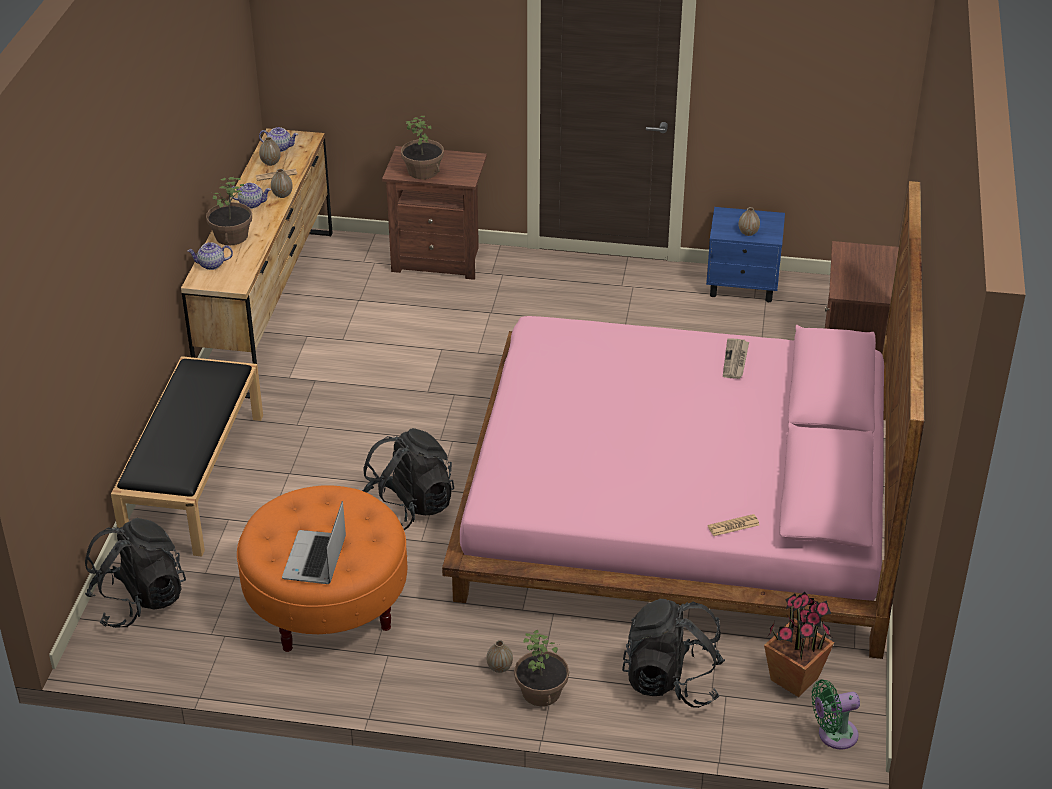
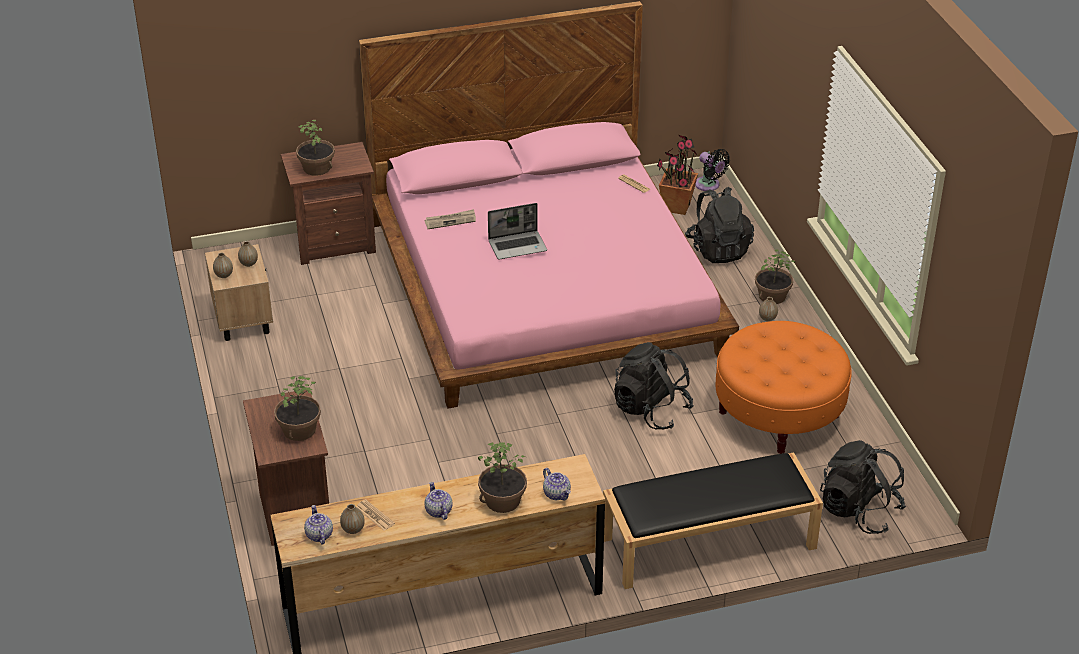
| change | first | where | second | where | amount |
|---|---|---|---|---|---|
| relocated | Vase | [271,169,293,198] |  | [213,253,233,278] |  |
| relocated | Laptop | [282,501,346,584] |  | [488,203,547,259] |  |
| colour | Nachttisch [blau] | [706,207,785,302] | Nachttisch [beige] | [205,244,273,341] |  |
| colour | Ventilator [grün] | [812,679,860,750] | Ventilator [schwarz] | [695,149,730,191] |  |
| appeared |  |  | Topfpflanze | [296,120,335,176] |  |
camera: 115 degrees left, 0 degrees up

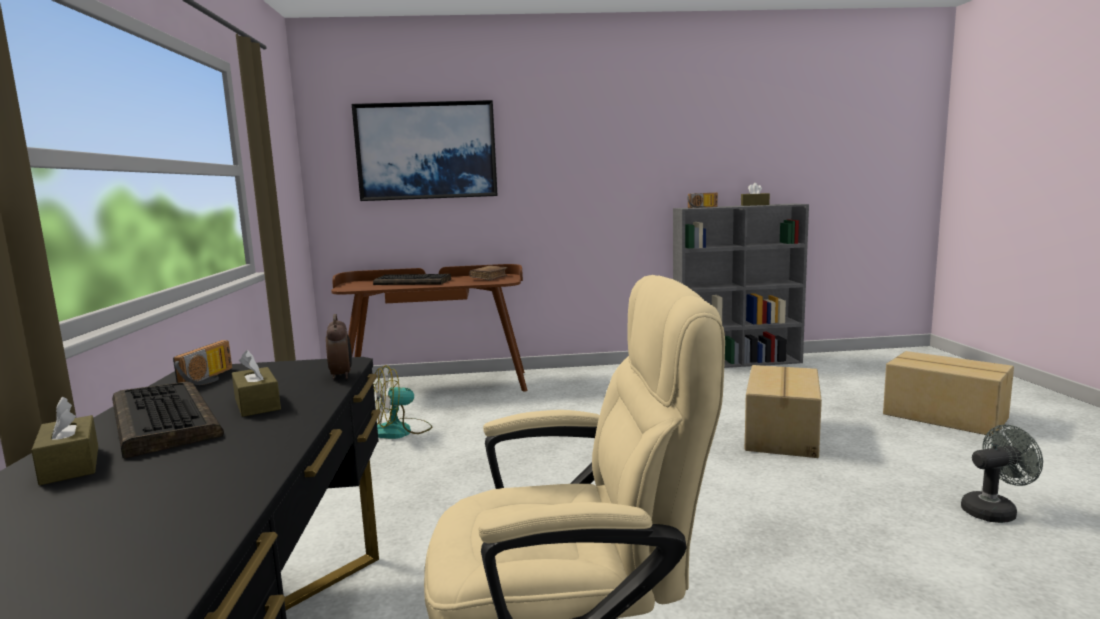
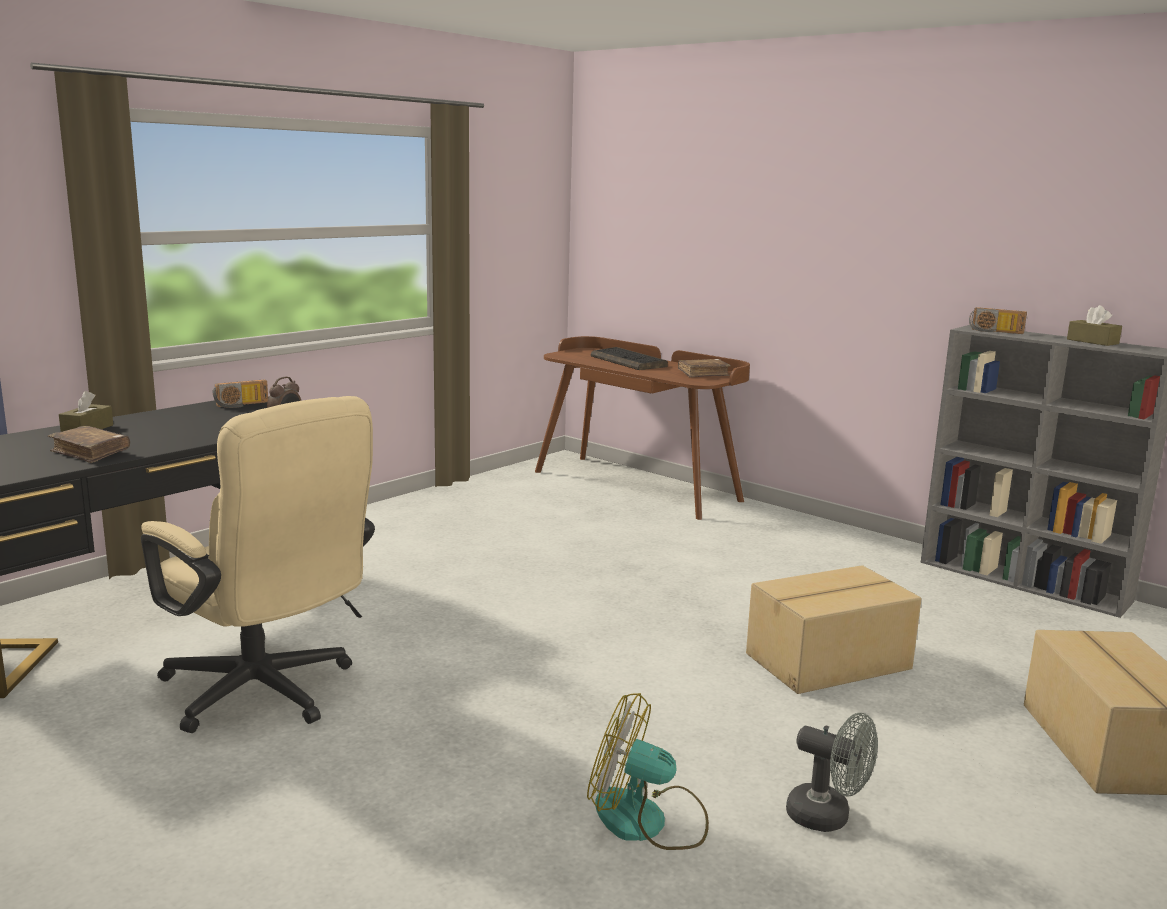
| change | first | where | second | where | amount |
|---|---|---|---|---|---|
| missing | Tastatur | [112,382,224,458] |  |  |  |
| missing | Taschentuchbox [braun] | [232,350,281,417] |  |  |  |
| missing | Bild | [352,100,498,201] |  |  |  |
| relocated | Ventilator | [373,365,432,439] |  | [587,693,709,850] |  |
| appeared |  |  | Buch [braun] | [48,426,130,463] |  |
camera: 45 degrees right, 5 degrees up

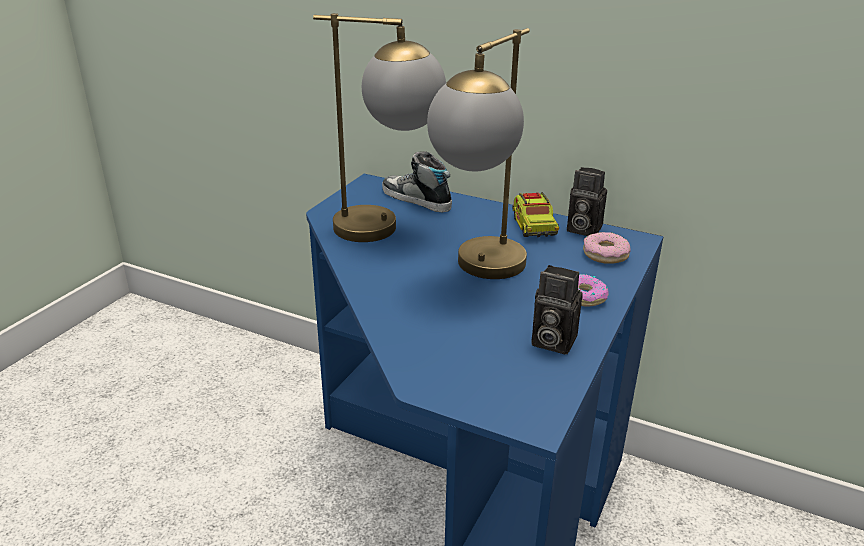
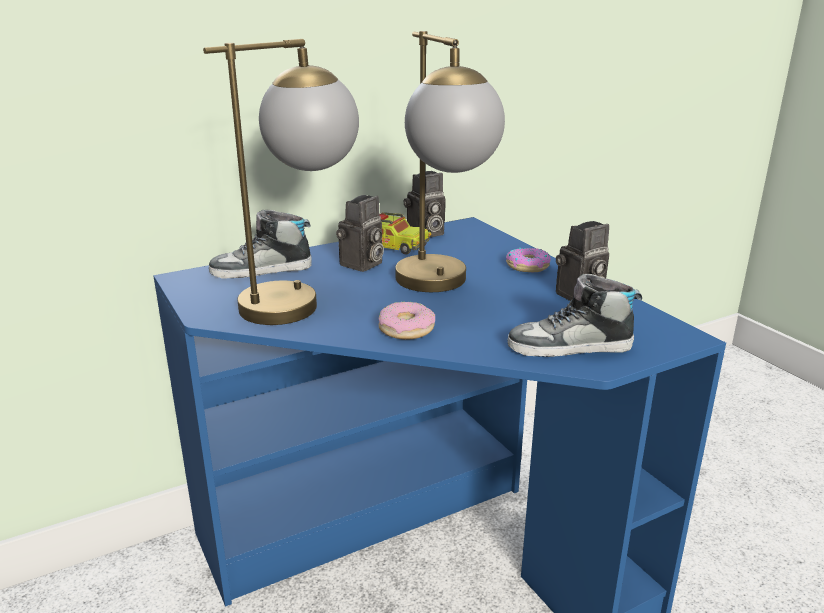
| change | first | where | second | where | amount |
|---|---|---|---|---|---|
| relocated | Donut | [583,232,630,264] |  | [379,302,435,339] |  |
| appeared |  |  | Kamera | [336,195,384,272] |  |
| appeared |  |  | Schuh | [507,274,642,357] |  |
camera: 55 degrees left, 5 degrees down

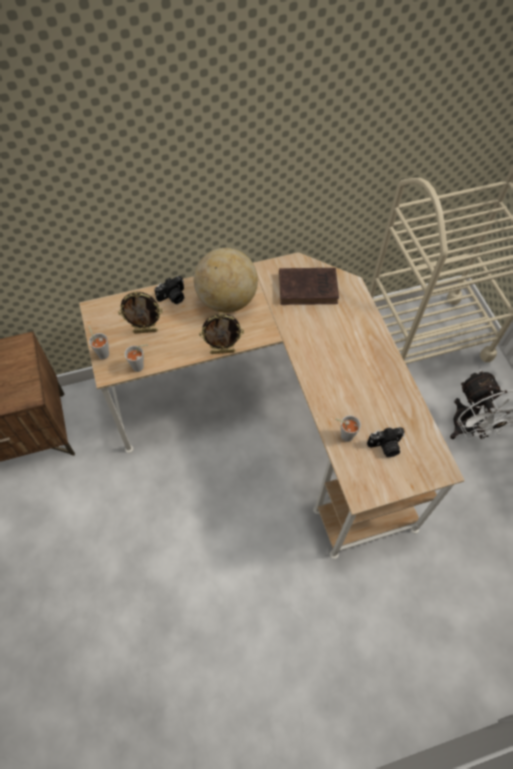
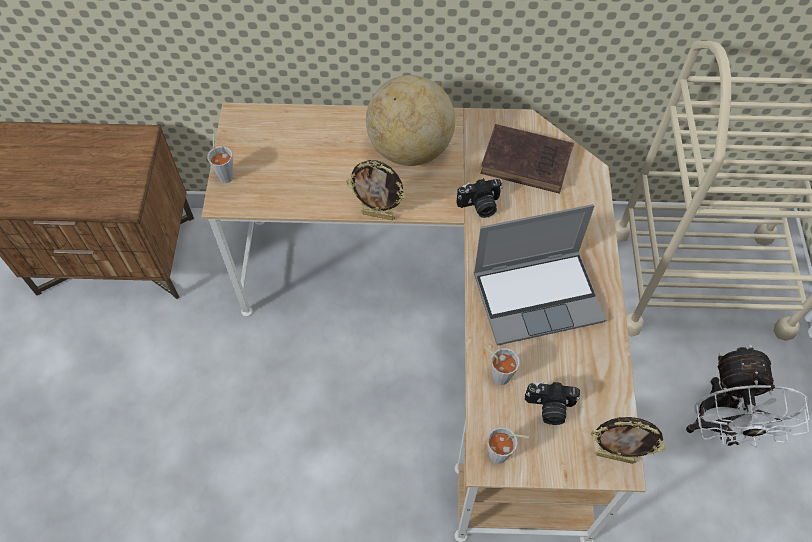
| change | first | where | second | where | amount |
|---|---|---|---|---|---|
| relocated | Bilderrahmen | [118,292,163,333] |  | [591,417,666,464] |  |
| relocated | Tasse [grau] | [124,344,148,372] |  | [487,427,529,464] |  |
| relocated | Kamera | [154,276,184,304] |  | [456,178,502,218] |  |
| appeared |  |  | Laptop | [473,204,606,346] |  |
camera: 20 degrees right, 0 degrees up

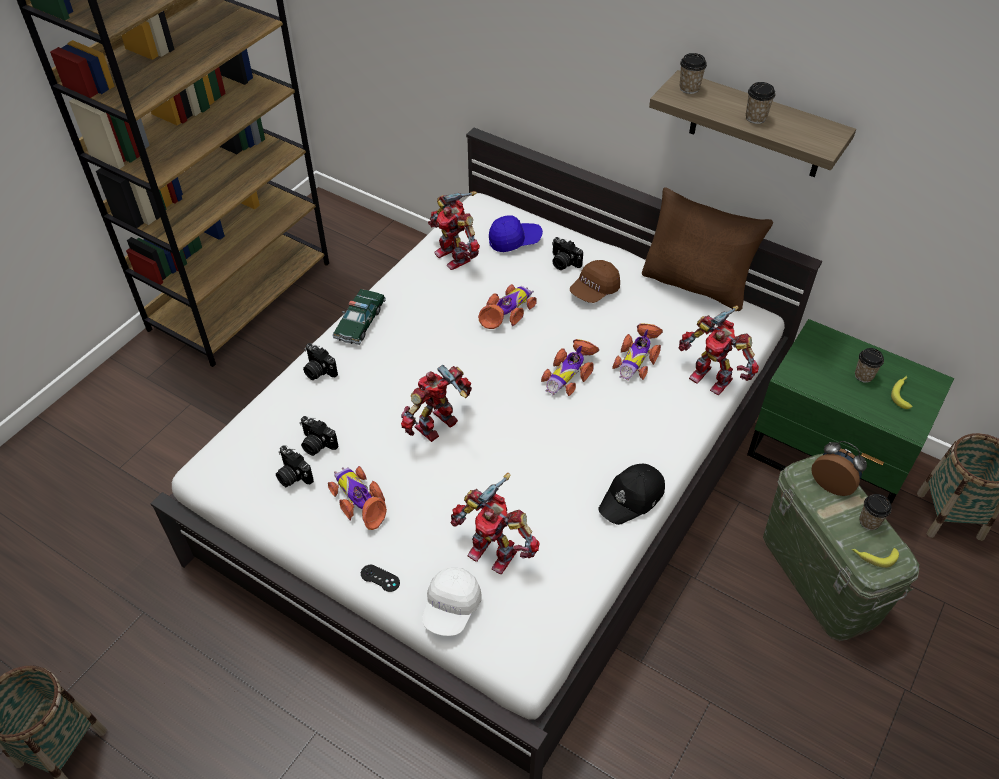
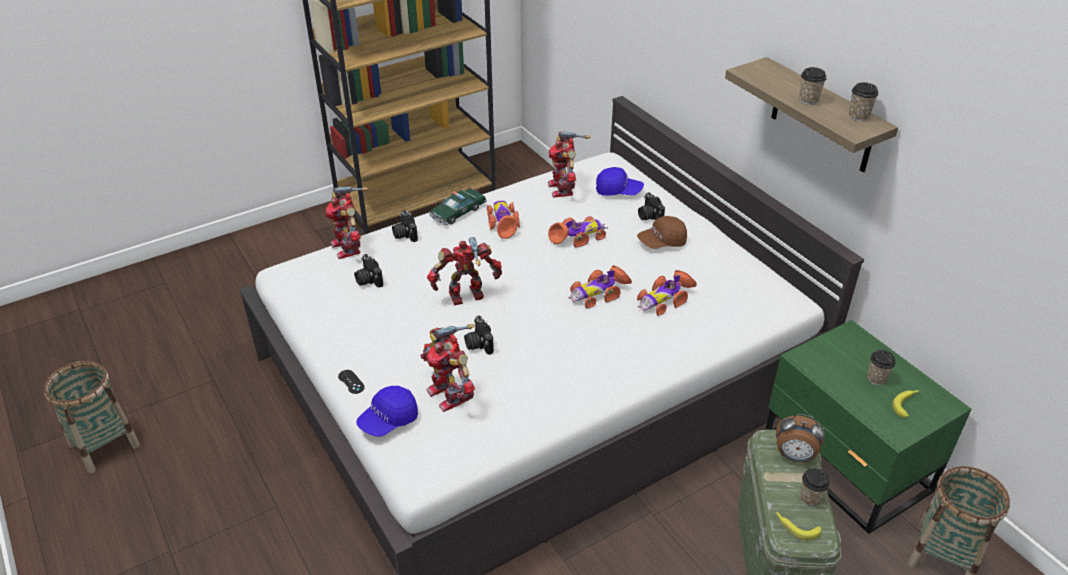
| change | first | where | second | where | amount |
|---|---|---|---|---|---|
| relocated | Kamera | [276,445,314,487] |  | [464,316,494,355] |  |
| relocated | Spielzeugauto | [328,466,387,530] |  | [487,200,520,239] |  |
| colour | Kappe [weiß] | [422,568,482,636] | Kappe [blau] | [356,386,418,437] |  |
| missing | Kappe [schwarz] | [598,464,665,525] |  |  |  |
| missing | Kissen [braun] | [642,187,773,311] |  |  |  |
| relocated | Spielzeugroboter | [679,305,759,395] |  | [325,187,369,259] |  |
| relocated | Tasse | [680,53,707,94] |  | [849,82,878,121] |  |
| spun | Wecker | [811,441,867,496] |  | [776,414,825,462] | 135 degrees clockwise |
camera: 25 degrees right, 10 degrees down

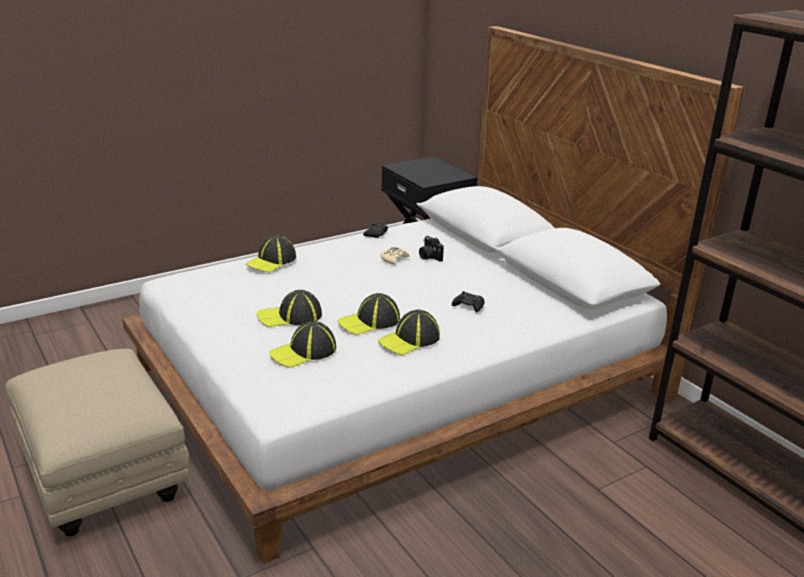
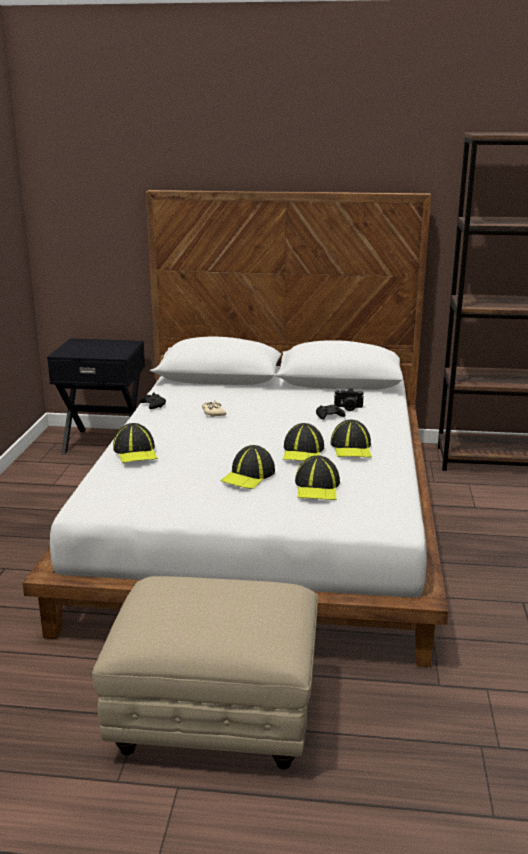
| change | first | where | second | where | amount |
|---|---|---|---|---|---|
| relocated | Kamera | [419,236,444,261] |  | [334,388,364,411] |  |
camera: 50 degrees left, 5 degrees down

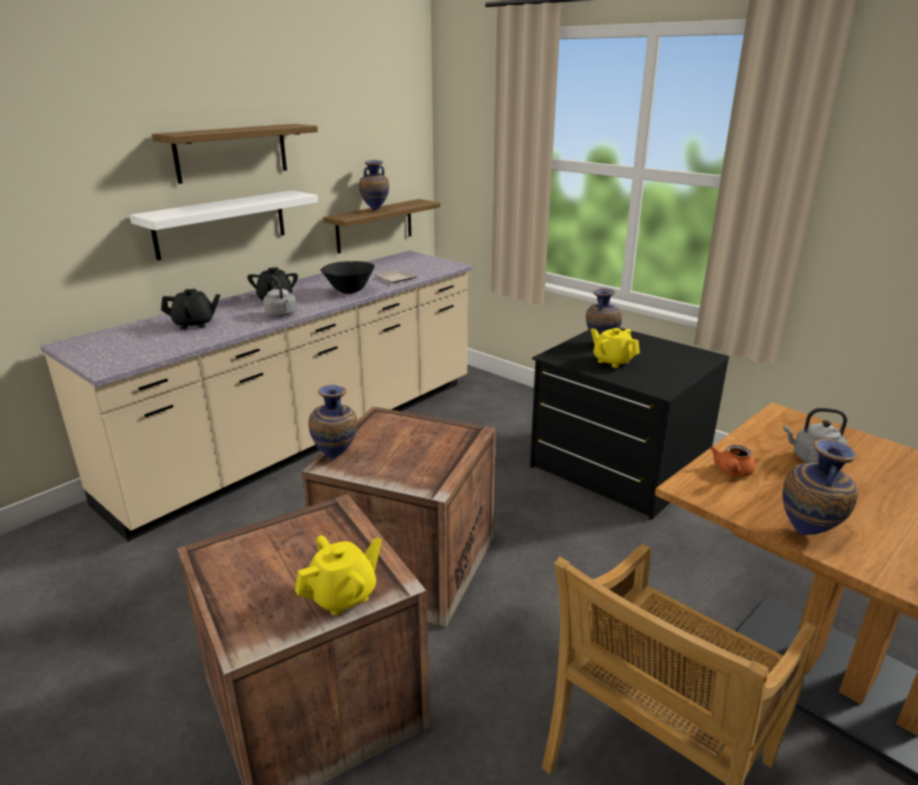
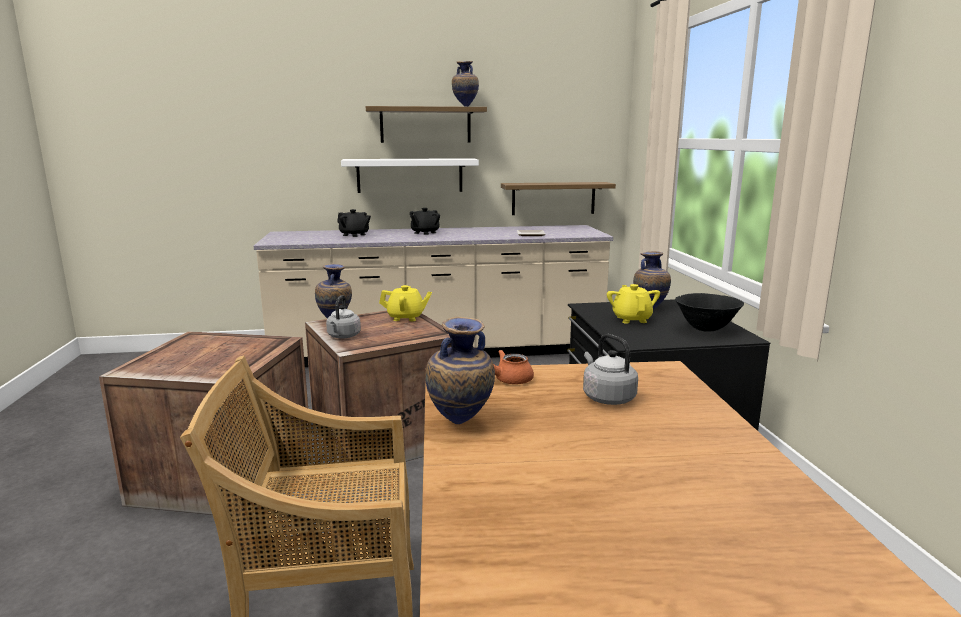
| change | first | where | second | where | amount |
|---|---|---|---|---|---|
| relocated | Wasserkessel [grau] | [263,276,296,317] |  | [326,295,361,339] |  |
| relocated | Teekanne [gelb] | [295,536,382,615] |  | [379,285,432,321] |  |
| relocated | Schüssel [schwarz] | [320,261,375,294] |  | [675,293,744,332] |  |
| relocated | Vase | [359,160,389,210] |  | [452,61,479,107] |  |
camera: 40 degrees right, 10 degrees down

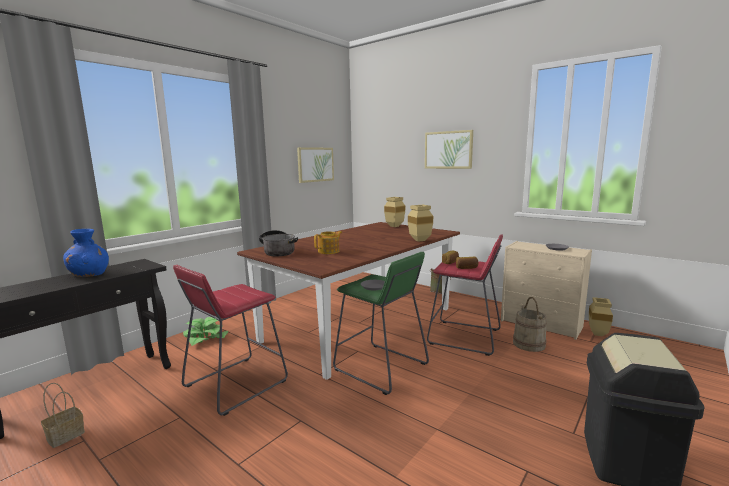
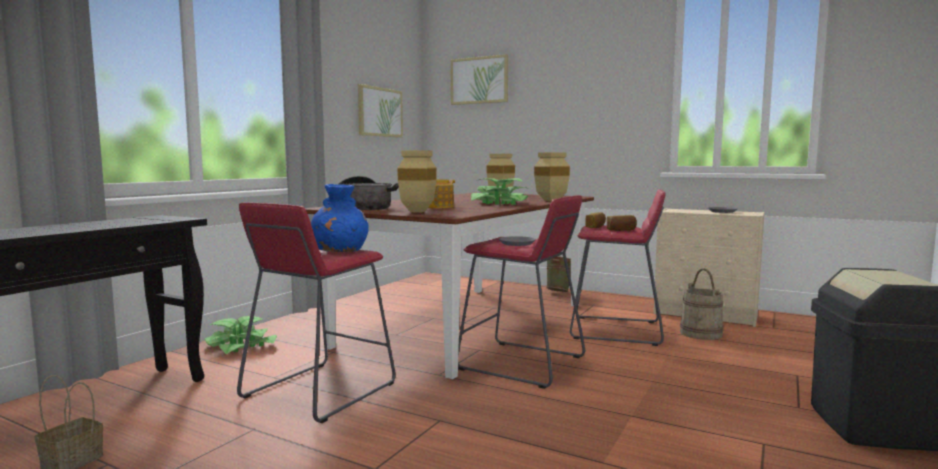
| change | first | where | second | where | amount |
|---|---|---|---|---|---|
| relocated | Vase [blau] | [63,229,109,277] |  | [311,184,369,252] |  |
| colour | Hocker [grün] | [333,252,429,395] | Hocker [rot] | [458,195,585,389] |  |
| relocated | Bild | [425,130,473,169] |  | [451,54,508,105] |  |
| relocated | Vase [beige] | [589,297,613,336] |  | [397,150,437,213] |  |
| appeared |  |  | Topfpflanze | [471,178,528,205] |  |
camera: 10 degrees left, 5 degrees down

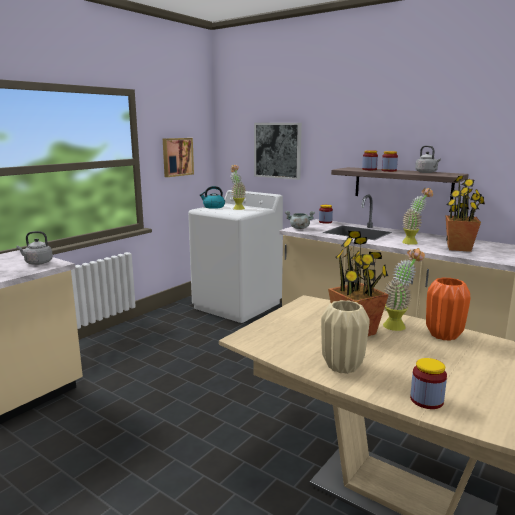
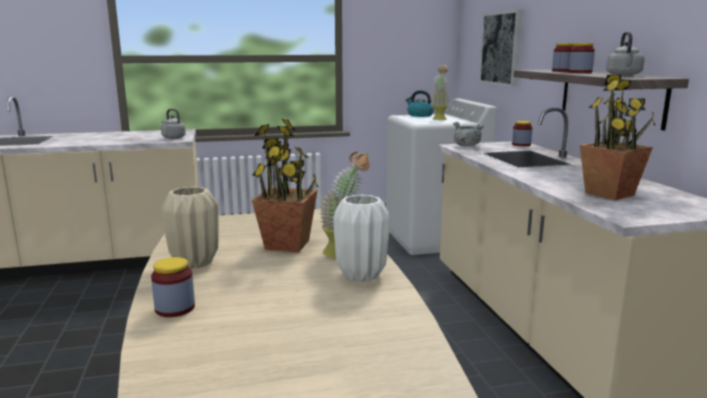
| change | first | where | second | where | amount |
|---|---|---|---|---|---|
| missing | Bild | [163,138,194,177] |  |  |  |
| missing | Topfpflanze | [402,188,433,245] |  |  |  |
| colour | Vase [orange] | [426,277,471,341] | Vase [weiß] | [333,195,390,282] |  |
camera: 40 degrees right, 0 degrees up

